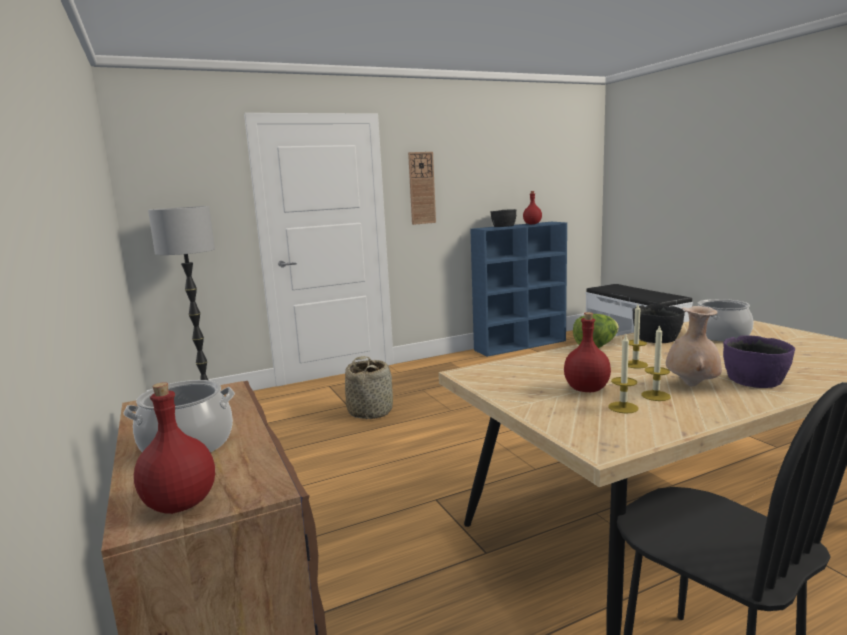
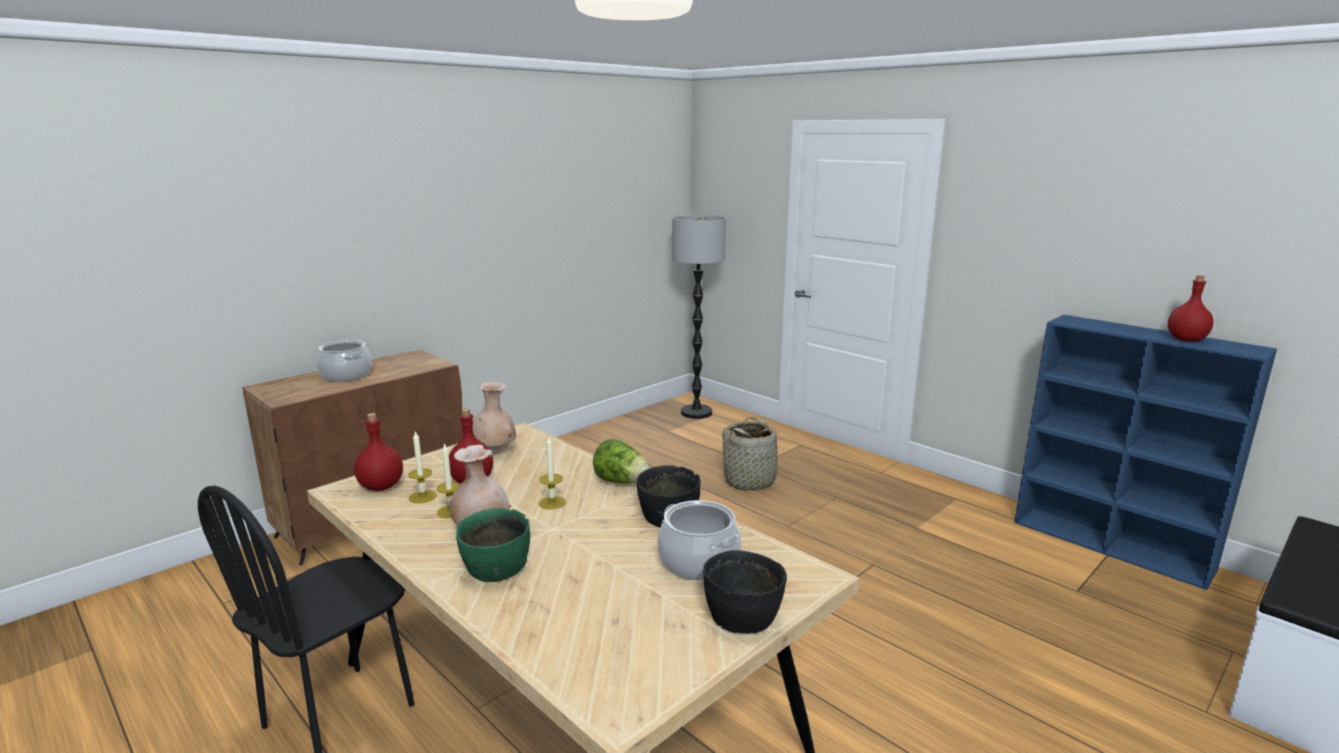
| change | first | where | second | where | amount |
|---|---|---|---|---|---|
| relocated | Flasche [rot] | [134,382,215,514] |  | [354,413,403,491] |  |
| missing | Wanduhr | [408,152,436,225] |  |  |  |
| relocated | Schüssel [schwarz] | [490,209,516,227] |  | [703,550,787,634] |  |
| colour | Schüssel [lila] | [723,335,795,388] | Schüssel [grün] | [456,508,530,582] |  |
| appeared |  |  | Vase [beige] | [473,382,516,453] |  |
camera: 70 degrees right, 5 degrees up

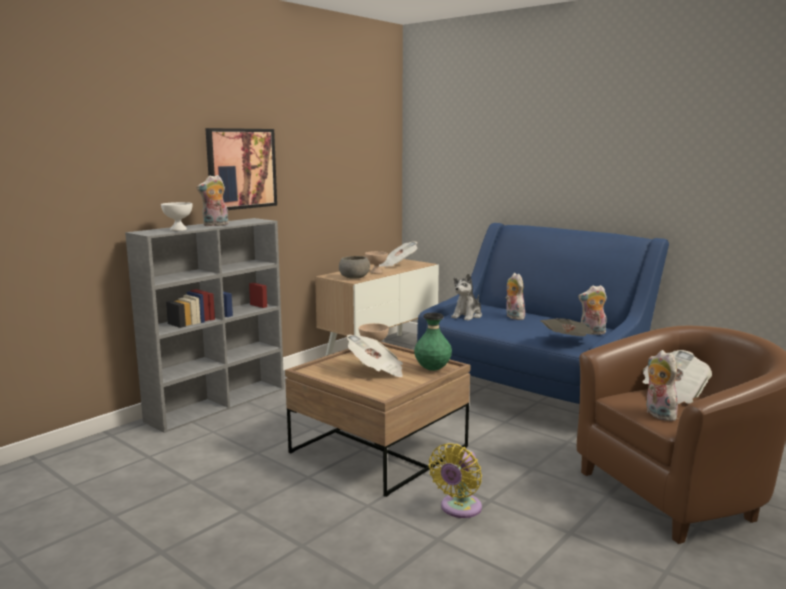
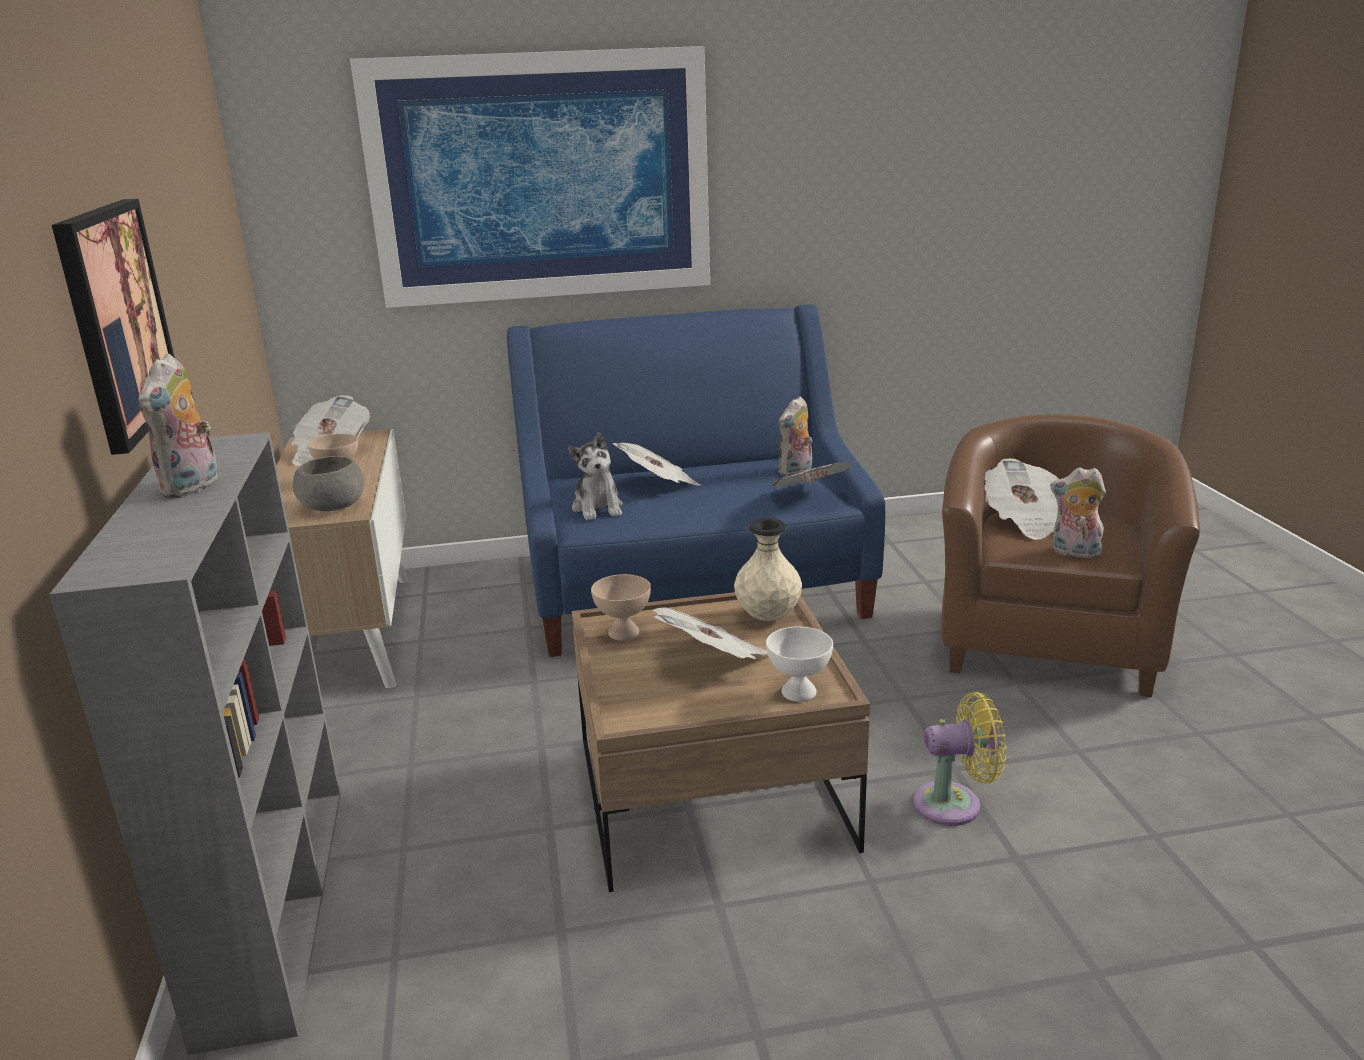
| change | first | where | second | where | amount |
|---|---|---|---|---|---|
| relocated | Schüssel [weiß] | [161,202,193,231] |  | [766,626,833,702] |  |
| colour | Vase [grün] | [414,313,452,371] | Vase [beige] | [734,518,802,621] |  |
| spun | Ventilator [gelb] | [428,443,482,518] |  | [913,692,1007,826] | 75 degrees counterclockwise |
| exchanged | Plüschtier | [506,273,525,320] | Zeitung | [613,443,700,485] |  |
| appeared |  |  | Bild | [350,46,710,308] |  |
camera: 50 degrees left, 10 degrees up

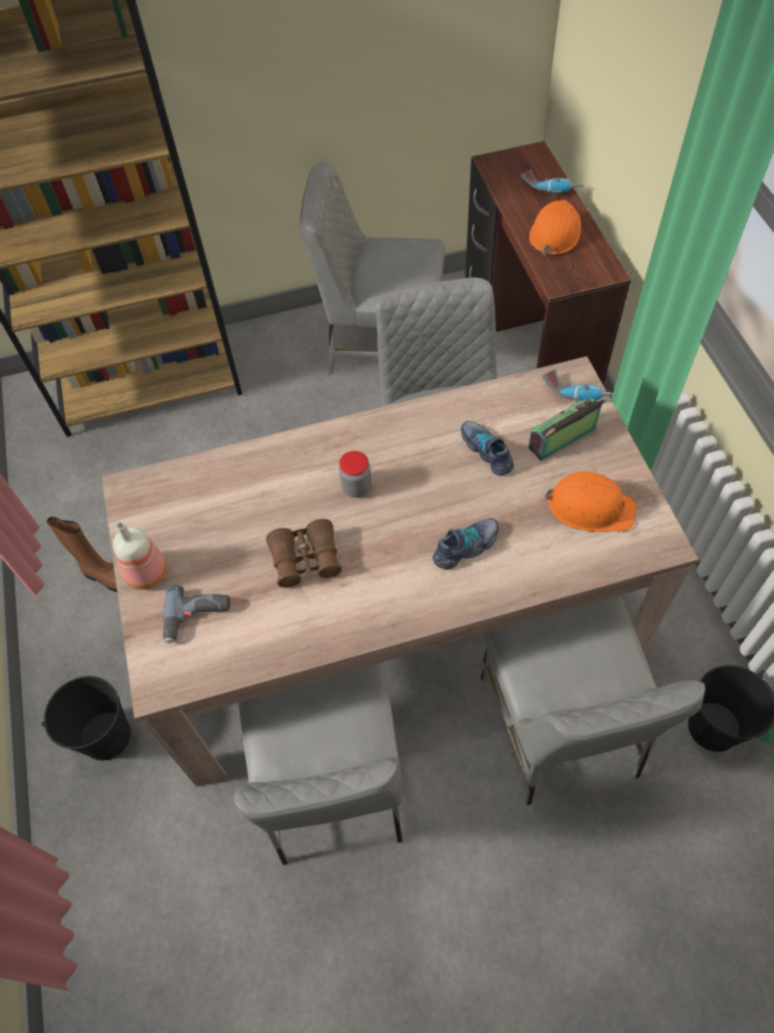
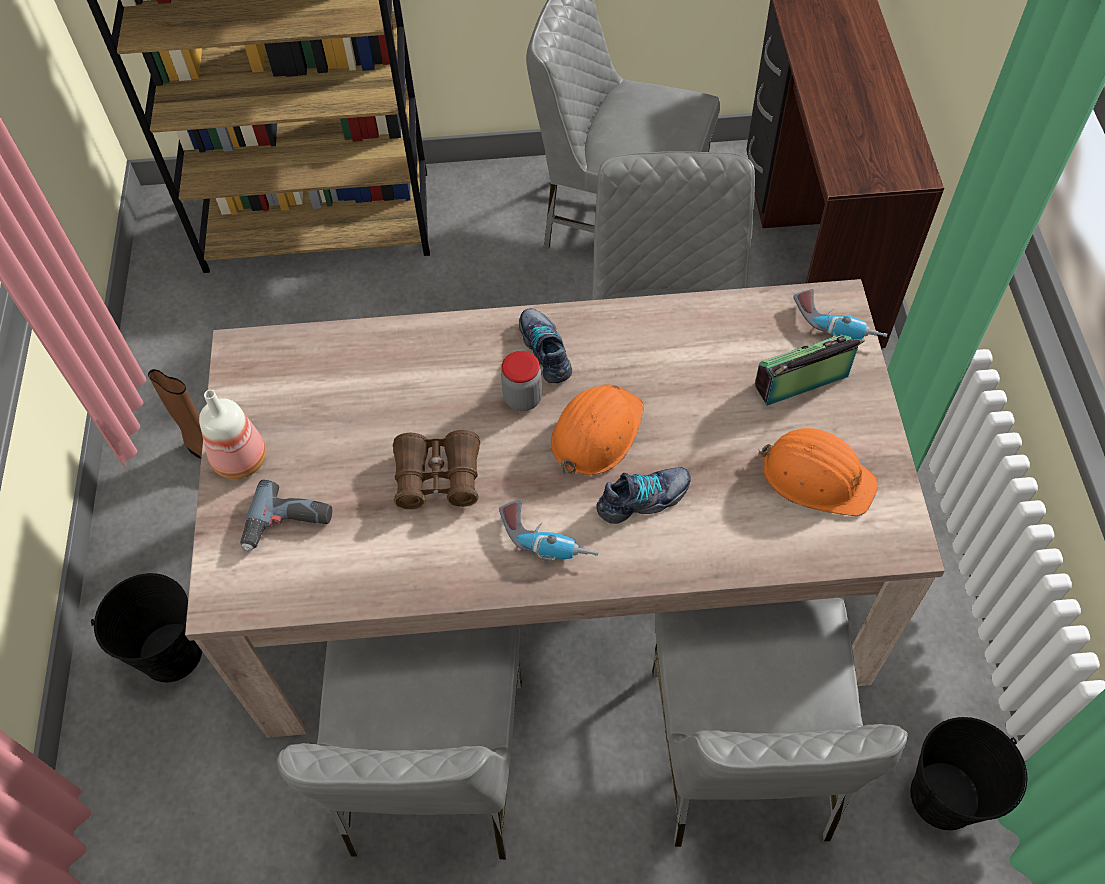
| change | first | where | second | where | amount |
|---|---|---|---|---|---|
| relocated | Schuh | [461,421,514,475] |  | [519,308,572,383] |  |
| relocated | Bohrmaschine | [521,170,584,194] |  | [499,499,598,562] |  |
| relocated | Schutzhelm [orange] | [529,200,581,256] |  | [550,384,644,475] |  |
camera: 10 degrees right, 0 degrees up

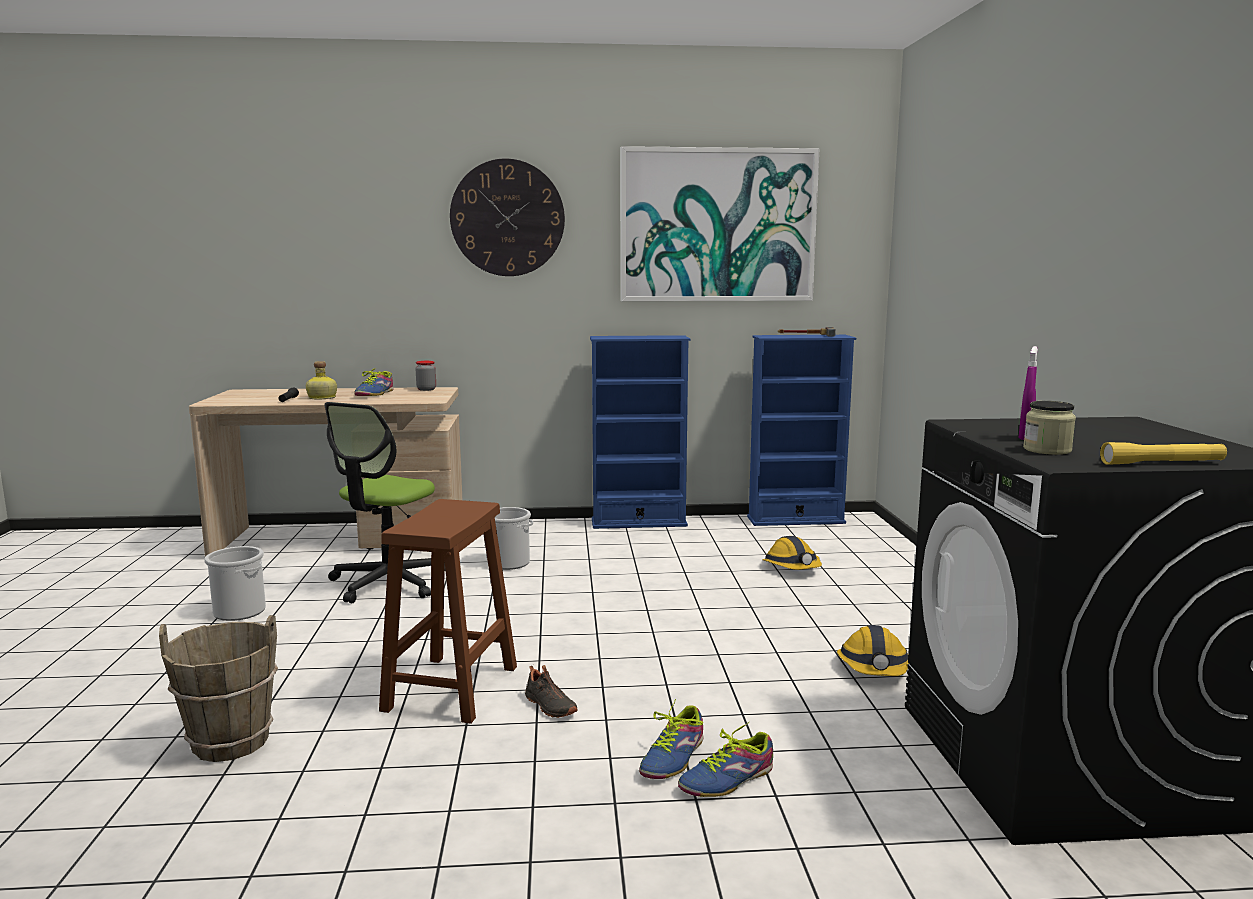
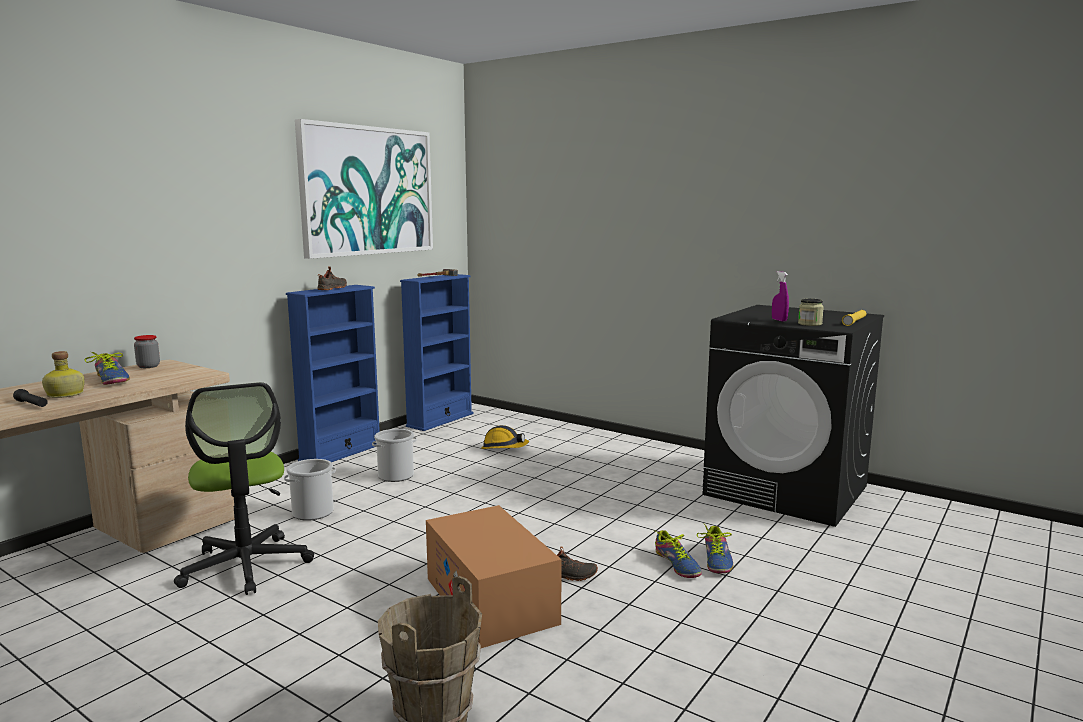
| change | first | where | second | where | amount |
|---|---|---|---|---|---|
| relocated | Eimer | [204,546,266,621] |  | [372,429,417,482] |  |
| exchanged | Hocker [braun] | [379,499,517,724] | Karton | [426,505,562,648] |  |
| missing | Wanduhr | [450,159,565,276] |  |  |  |
| missing | Schutzhelm | [837,625,909,676] |  |  |  |
| appeared |  |  | Schuh [schwarz] | [317,266,347,290] |  |
camera: 50 degrees left, 0 degrees up

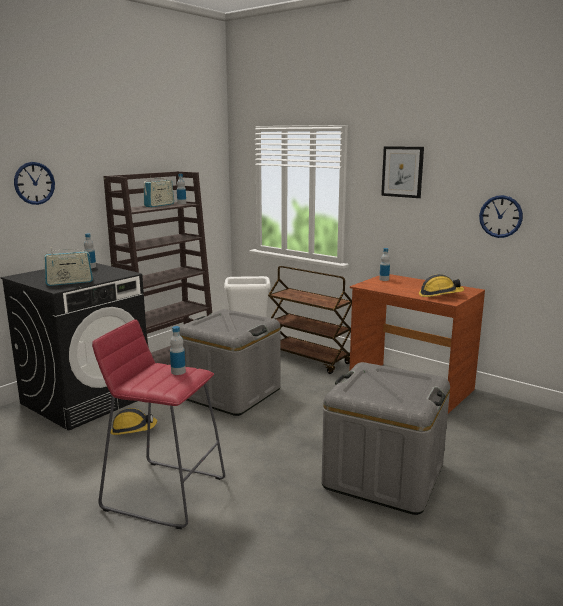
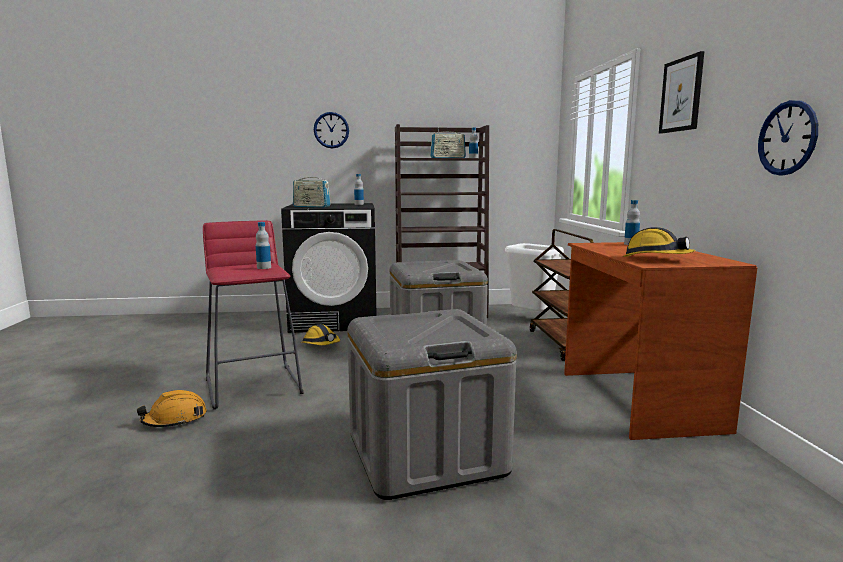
| change | first | where | second | where | amount |
|---|---|---|---|---|---|
| appeared |  |  | Schutzhelm [orange] | [137,390,207,427] |  |
camera: 45 degrees right, 5 degrees down

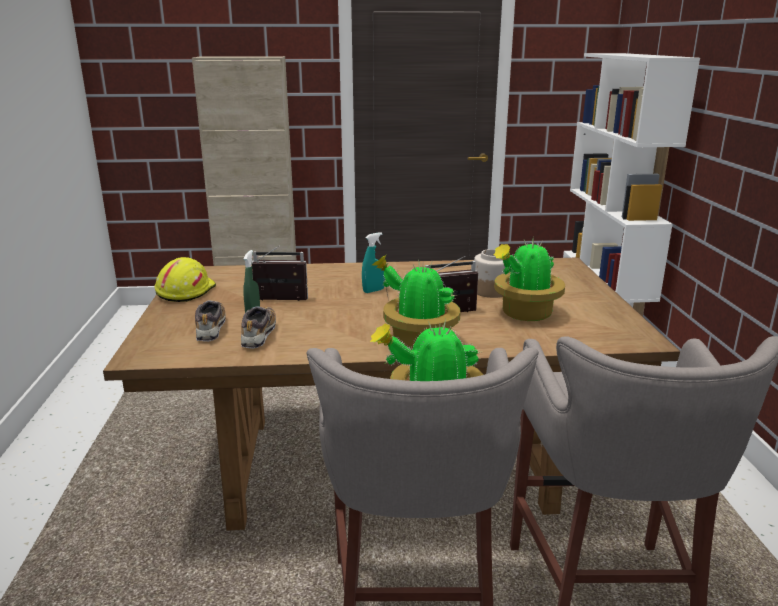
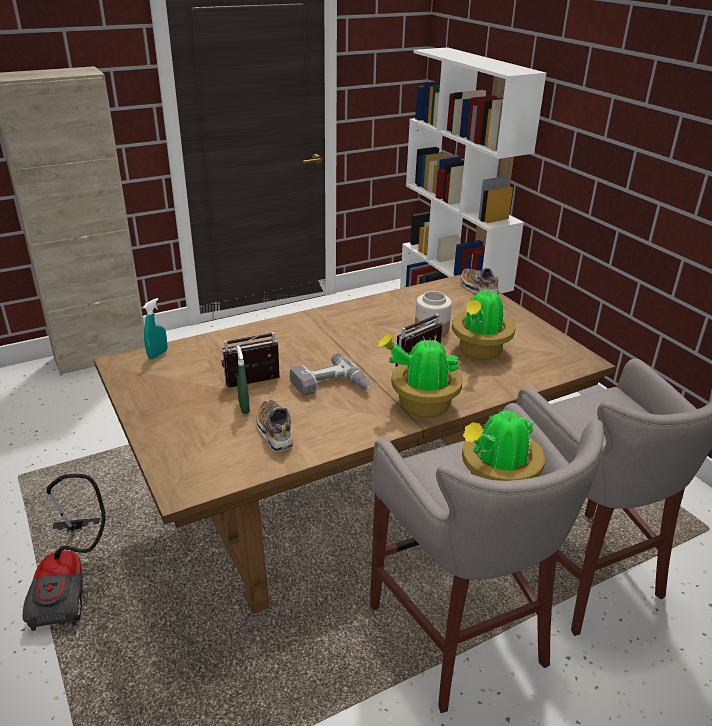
| change | first | where | second | where | amount |
|---|---|---|---|---|---|
| missing | Schutzhelm [gelb] | [154,257,216,302] |  |  |  |
| relocated | Schuh | [195,300,226,342] |  | [461,268,499,294] |  |
| relocated | Sprühflasche [türkis] | [362,232,385,293] |  | [143,298,167,359] |  |
| appeared |  |  | Staubsauger | [23,474,106,631] |  |
| appeared |  |  | Bohrmaschine | [290,353,370,396] |  |
camera: 25 degrees left, 10 degrees up

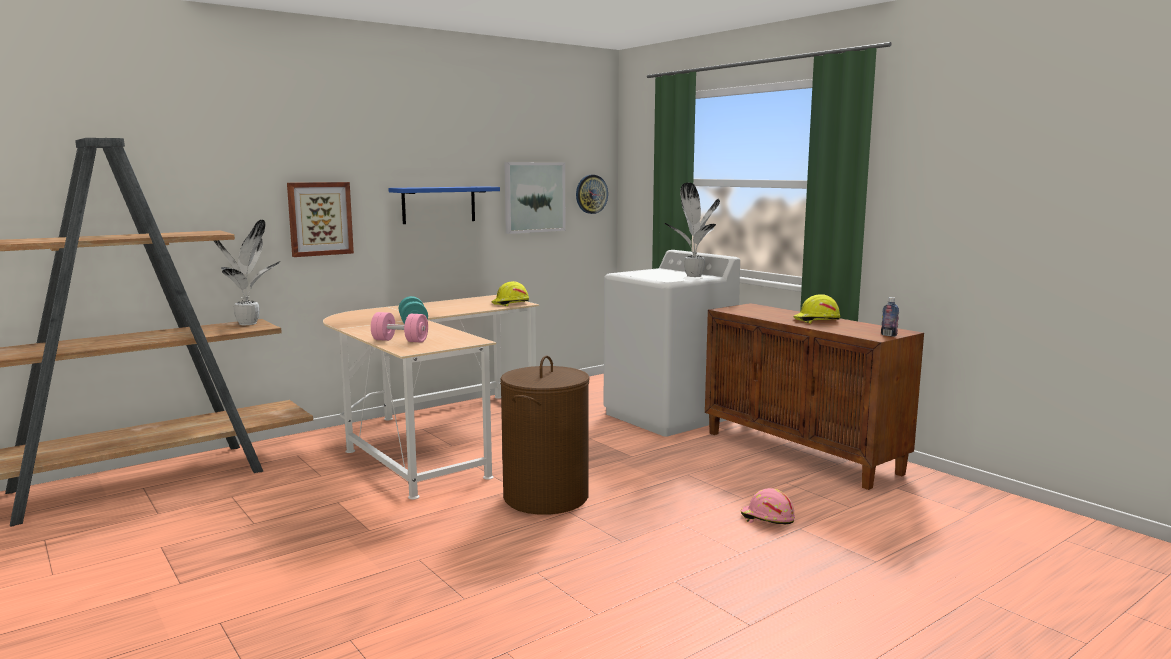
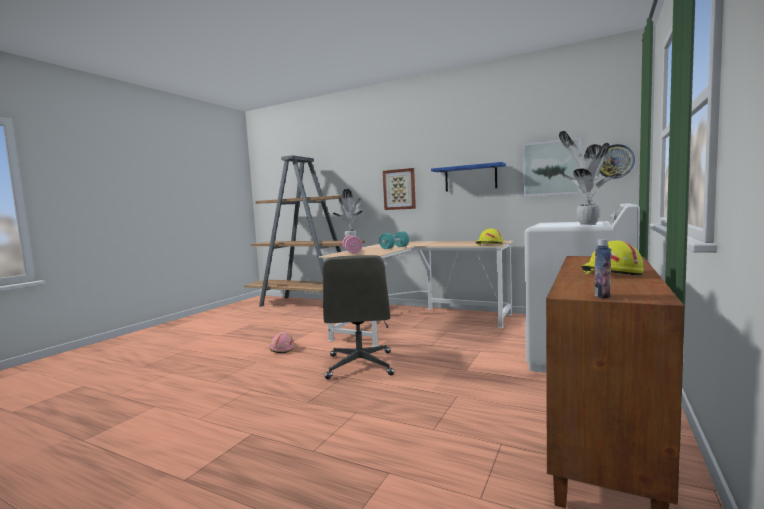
| change | first | where | second | where | amount |
|---|---|---|---|---|---|
| exchanged | Wäschekorb [braun] | [500,355,590,515] | Bürostuhl [grau] | [323,255,394,379] |  |
| relocated | Schutzhelm [rosa] | [741,488,795,524] |  | [269,332,296,353] |  |
camera: 65 degrees right, 5 degrees down

